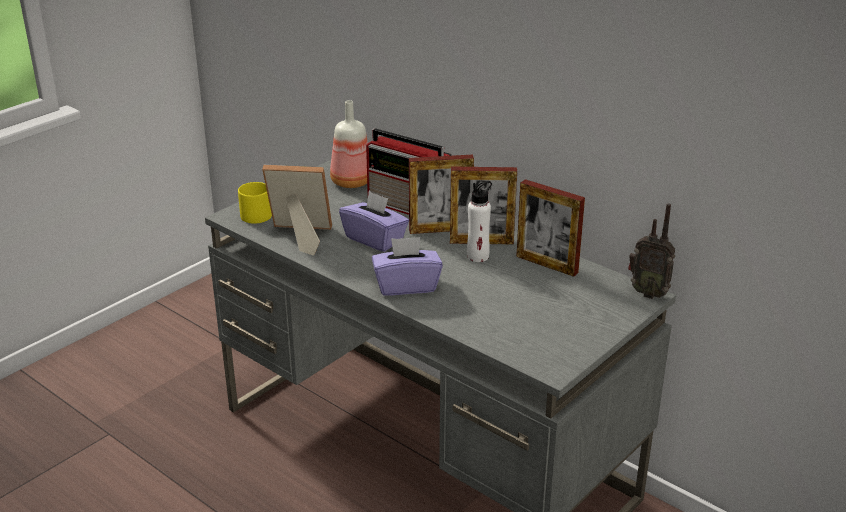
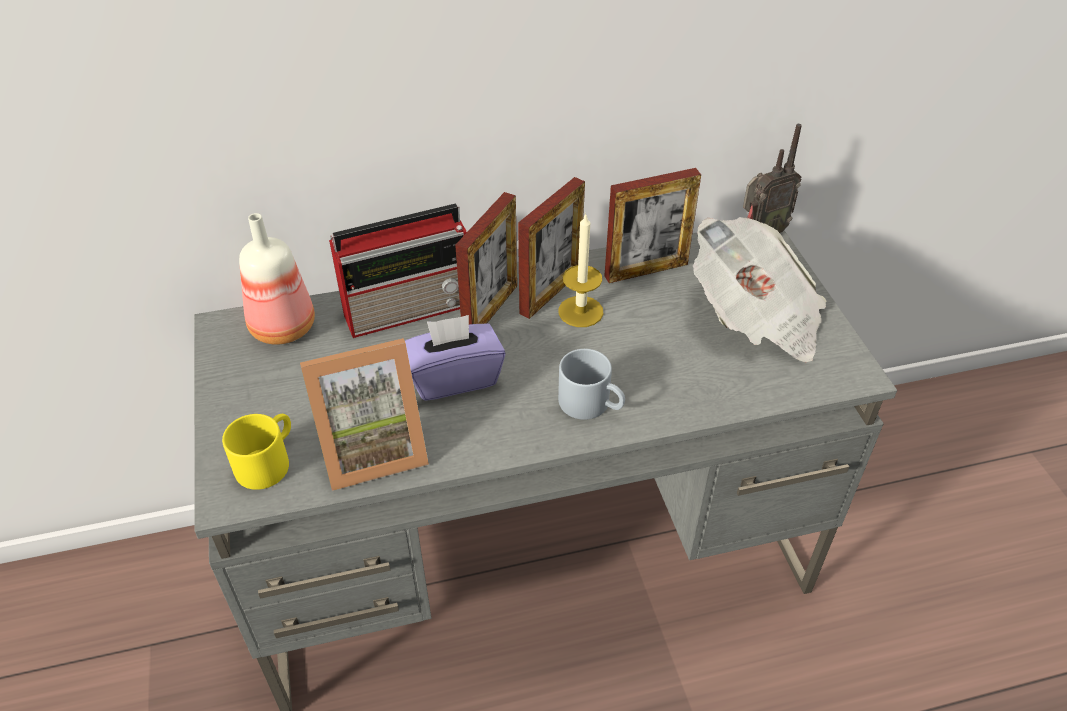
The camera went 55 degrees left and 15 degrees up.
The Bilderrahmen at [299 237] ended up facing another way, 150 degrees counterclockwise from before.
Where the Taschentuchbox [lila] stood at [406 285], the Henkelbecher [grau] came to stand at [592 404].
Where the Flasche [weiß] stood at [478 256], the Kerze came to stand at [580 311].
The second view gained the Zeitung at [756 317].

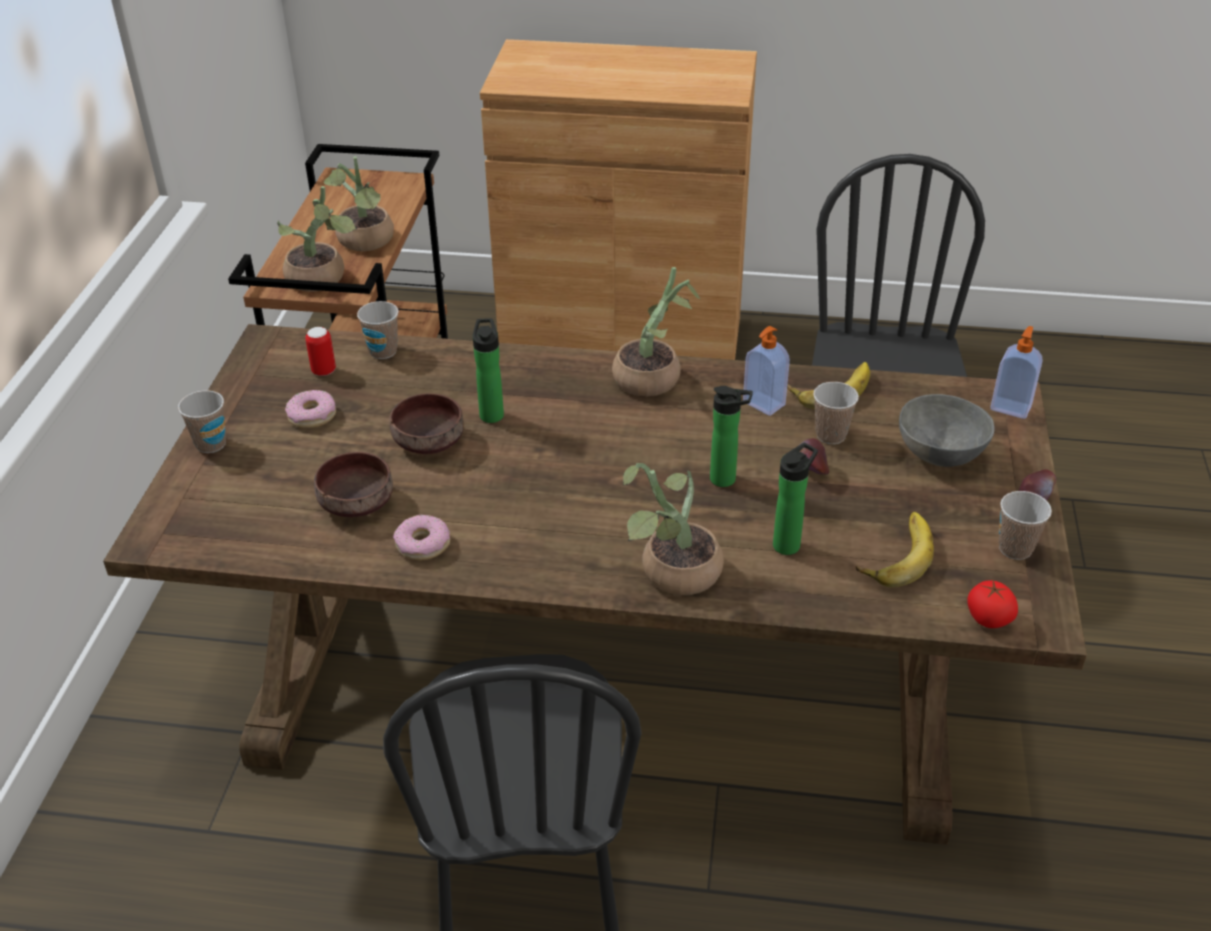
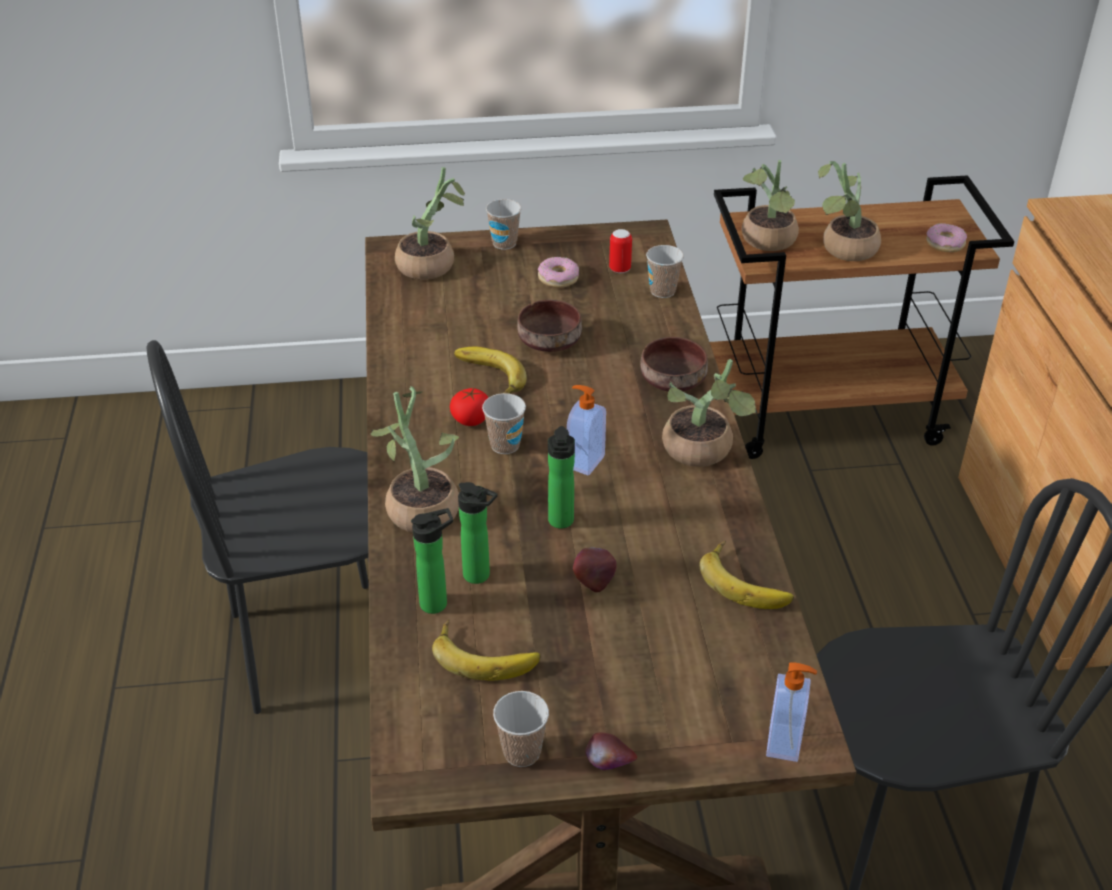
The camera went 75 degrees right and 0 degrees up.
The second view gained the Topfpflanze at [433 265].
The Flasche ended up elsewhere, having gone from [491 413] to [438 603].
The Tomate ended up elsewhere, having gone from [988 618] to [471 419].
The second view gained the Banane at [487 377].
The Tasse ended up elsewhere, having gone from [831 435] to [505 445].
The Seifenspender ended up elsewhere, having gone from [763 404] to [584 461].
The Schüssel [braun] ended up elsewhere, having gone from [358 501] to [674 381].
The Donut ended up elsewhere, having gone from [423 544] to [945 243].
The second view lost the Schüssel [grau] at [938 453].

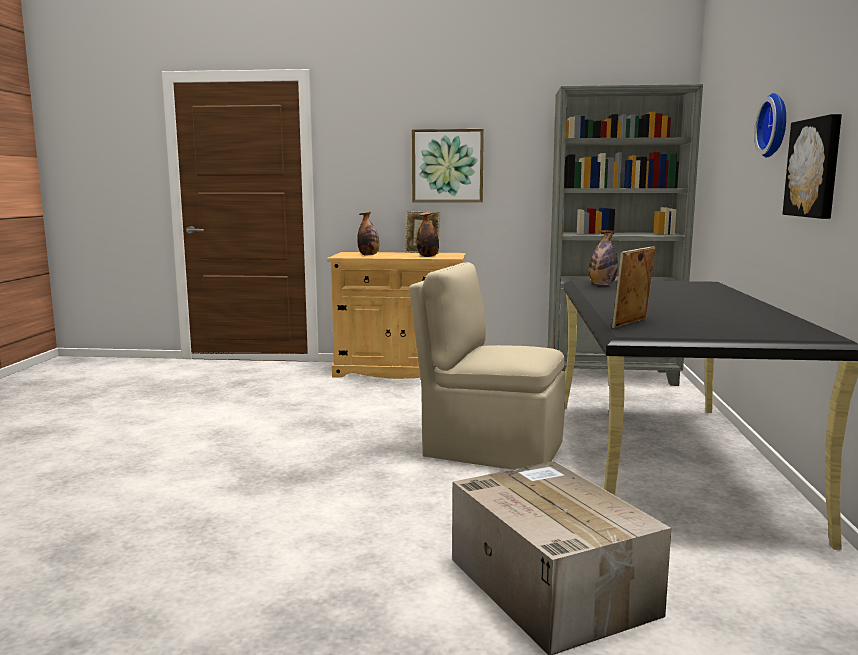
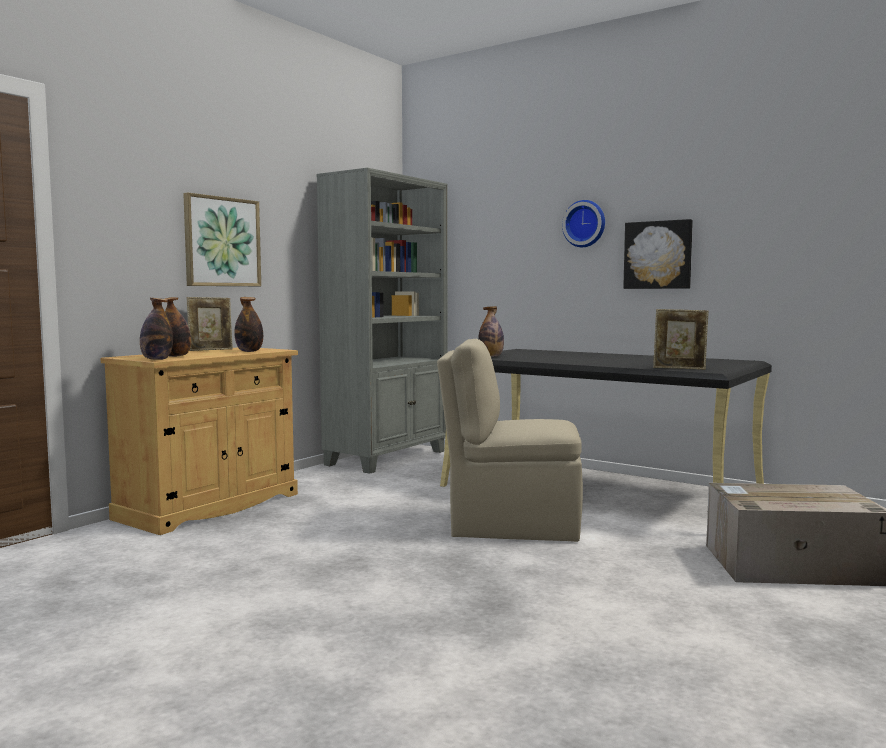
The camera went 60 degrees left and 5 degrees down.
The second view gained the Flasche at [156 359].
The Stuhl [beige] at [490 449] ended up facing another way, 45 degrees clockwise from before.
The Bilderrahmen at [631 324] ended up facing another way, 60 degrees counterclockwise from before.

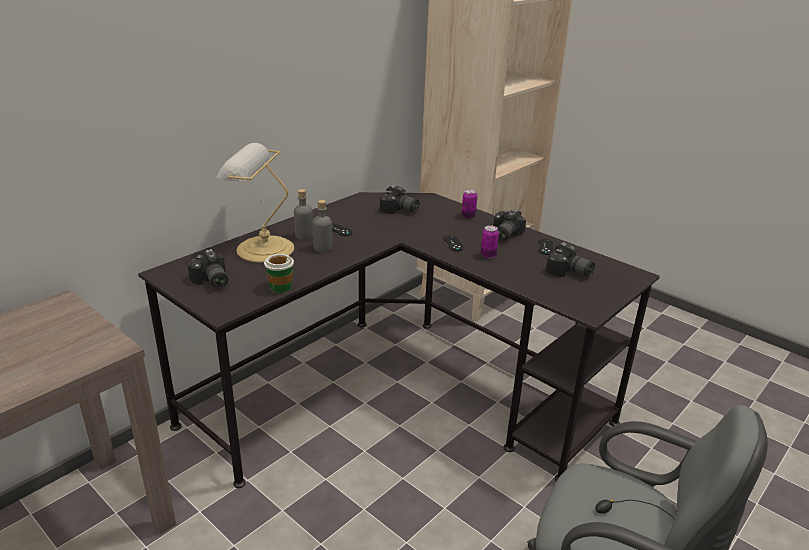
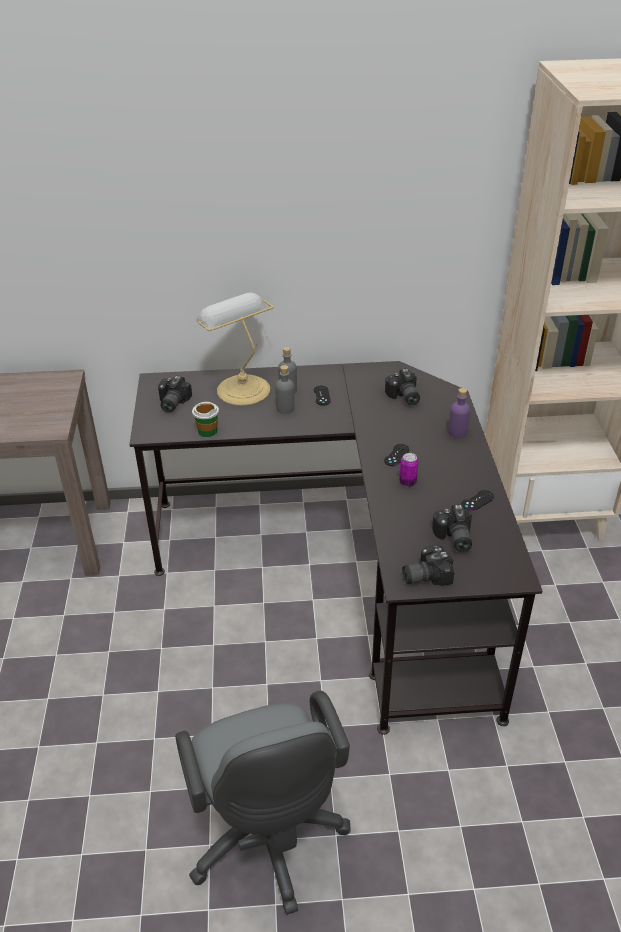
The camera went 45 degrees right and 10 degrees up.
The Kamera ended up elsewhere, having gone from [503 235] to [424 575].
Where the Dose stood at [468 216], the Flasche [lila] came to stand at [457 432].

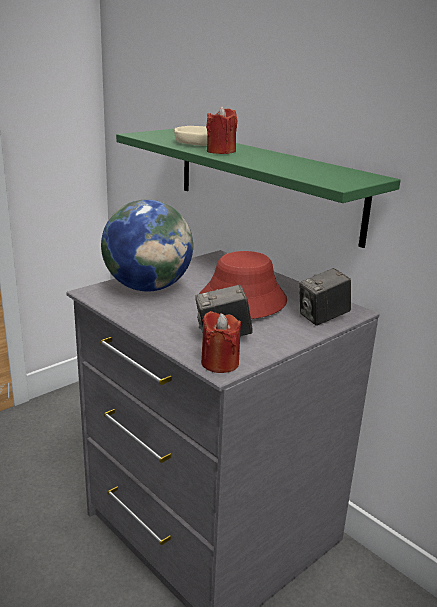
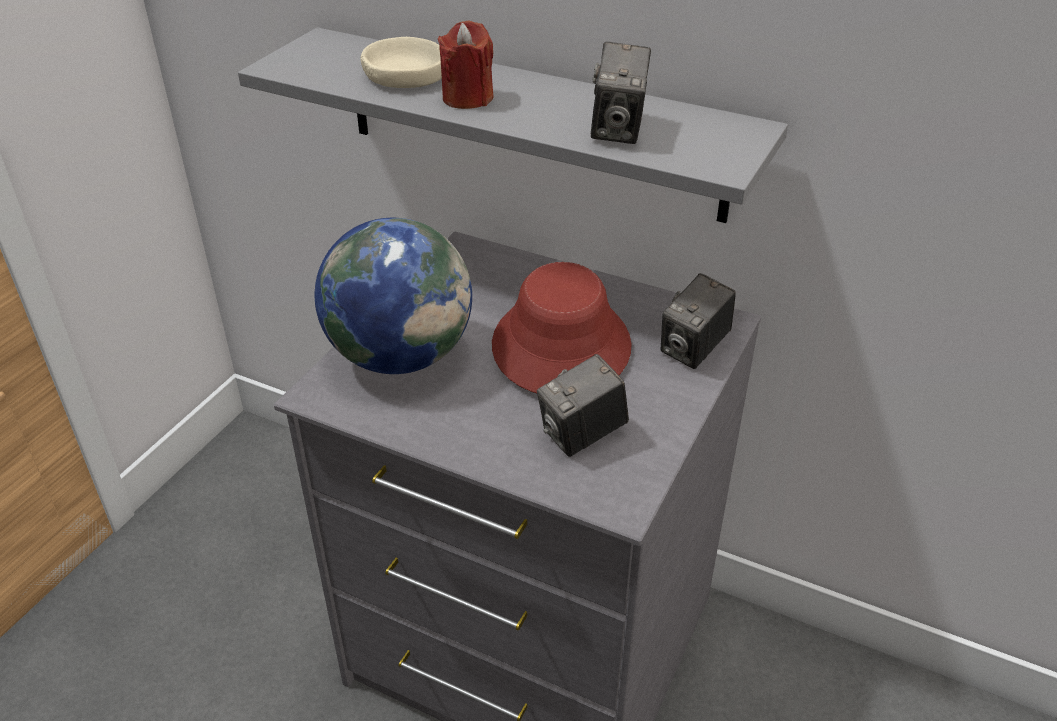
The camera went 20 degrees left and 15 degrees up.
What was the Wandregal [grün] at [265 183] turned into the Wandregal [grau] at [531 123].
The second view gained the Kamera at [618 130].
The second view lost the Kerze [rot] at [220 363].

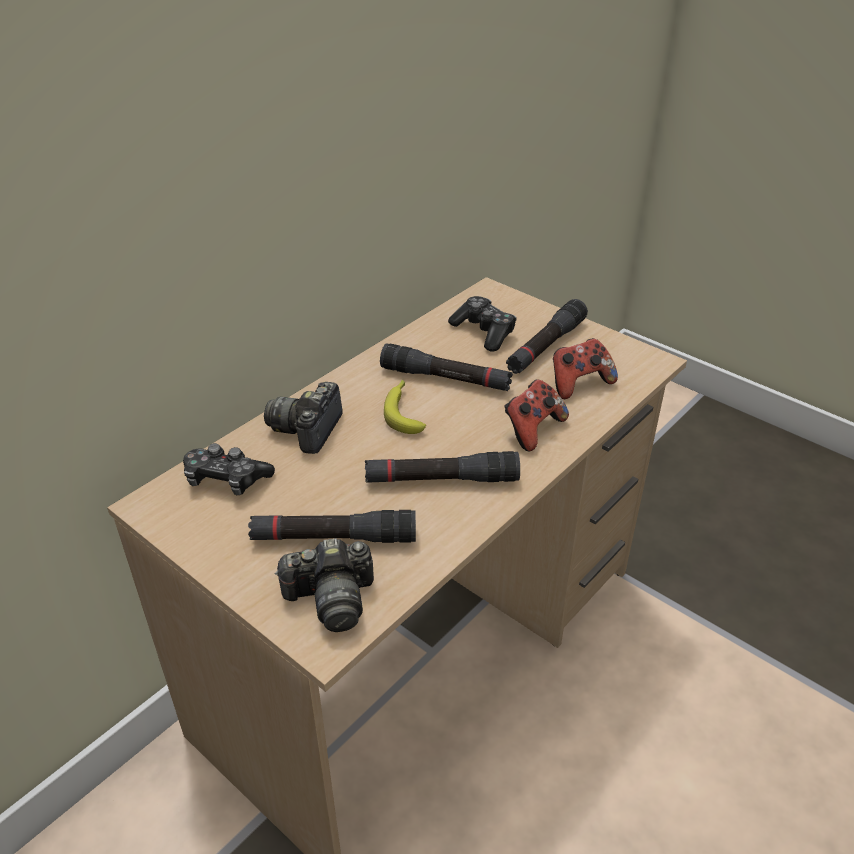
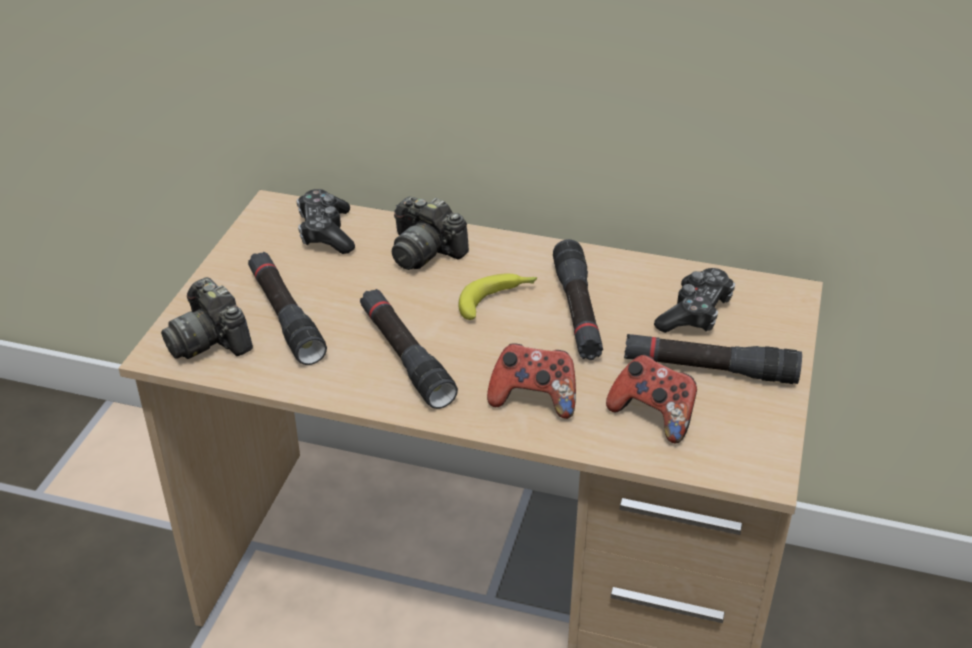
The camera went 65 degrees right and 0 degrees up.
The Kamera at [308 430] ended up facing another way, 135 degrees counterclockwise from before.

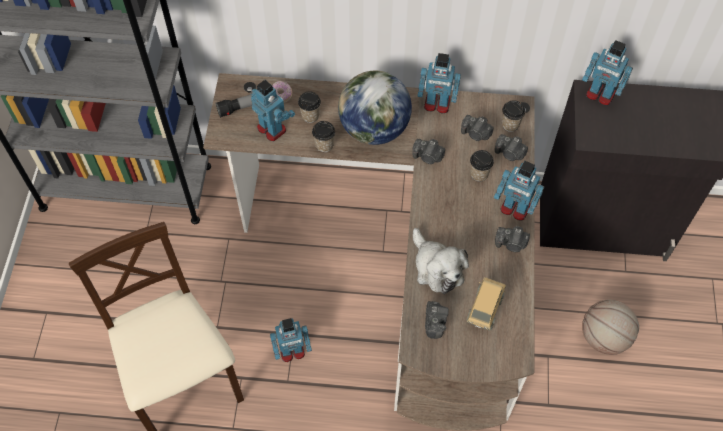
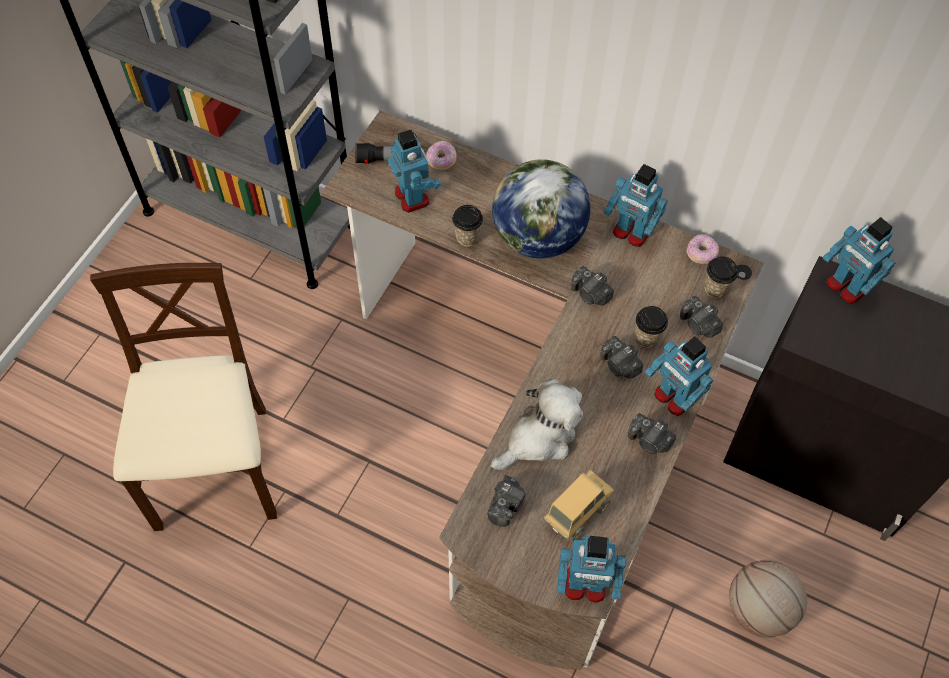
The camera went 20 degrees right and 0 degrees up.
The Plüschtier at [436 268] ended up facing another way, 120 degrees counterclockwise from before.
The Spielzeugroboter ended up elsewhere, having gone from [292 351] to [585 585].
The Kamera ended up elsewhere, having gone from [476 134] to [619 365].
The second view gained the Donut at [701 254].
The second view lost the Tasse at [310 116].

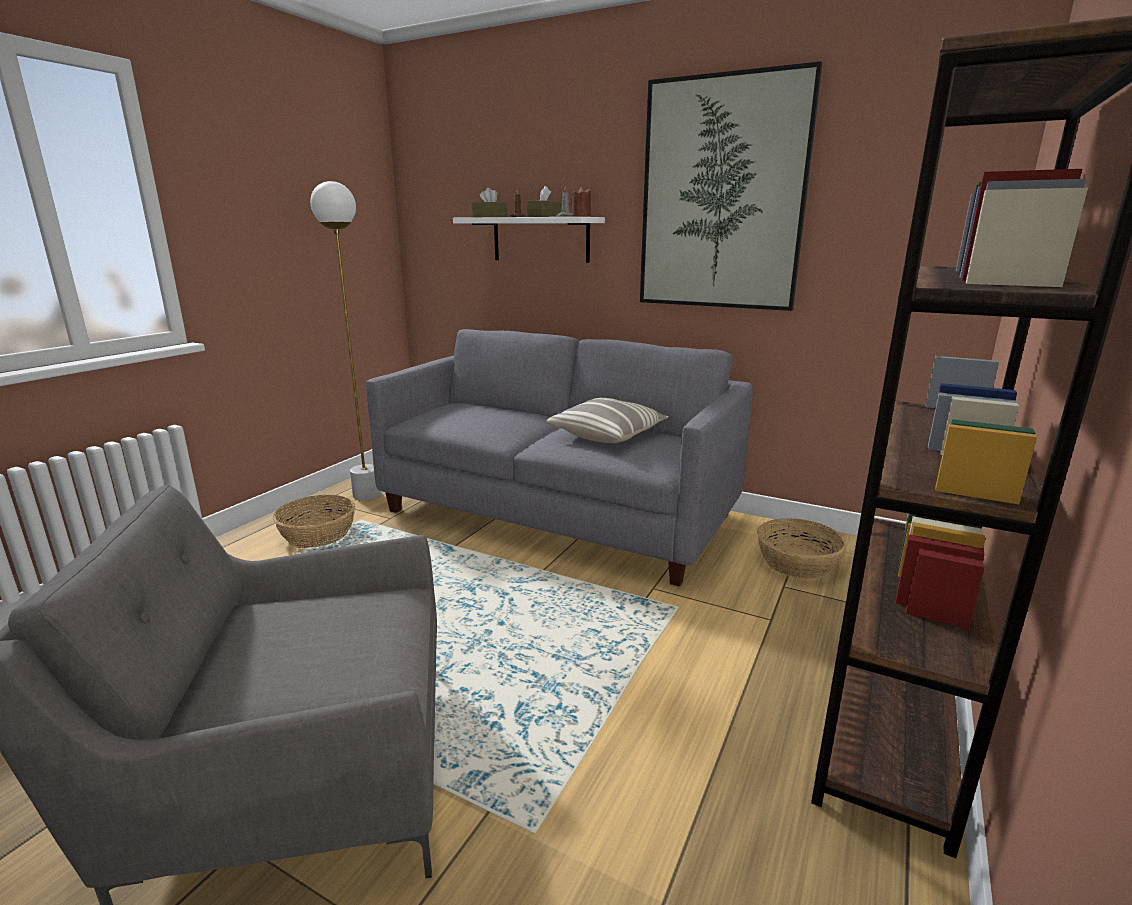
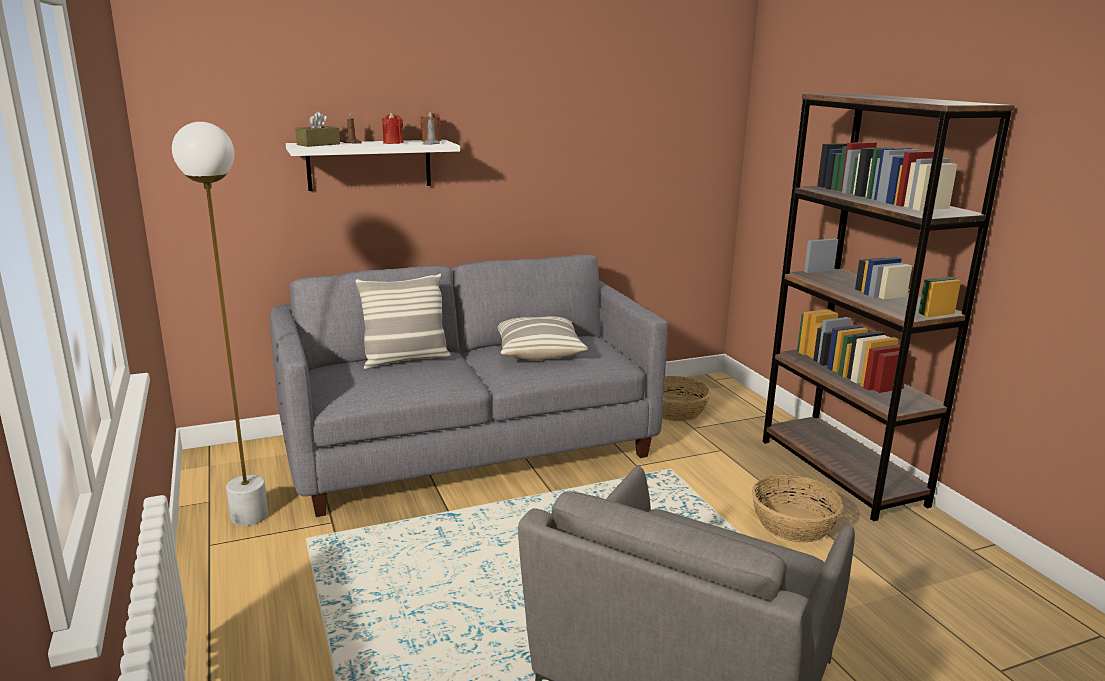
The camera went 50 degrees left and 0 degrees up.
The second view gained the Kissen at [405 360].
Where the Taschentuchbox [braun] stood at [544 216], the Kerze [rot] came to stand at [393 143].
The Korb ended up elsewhere, having gone from [318 535] to [792 524].
The second view lost the Bild at [722 195].

